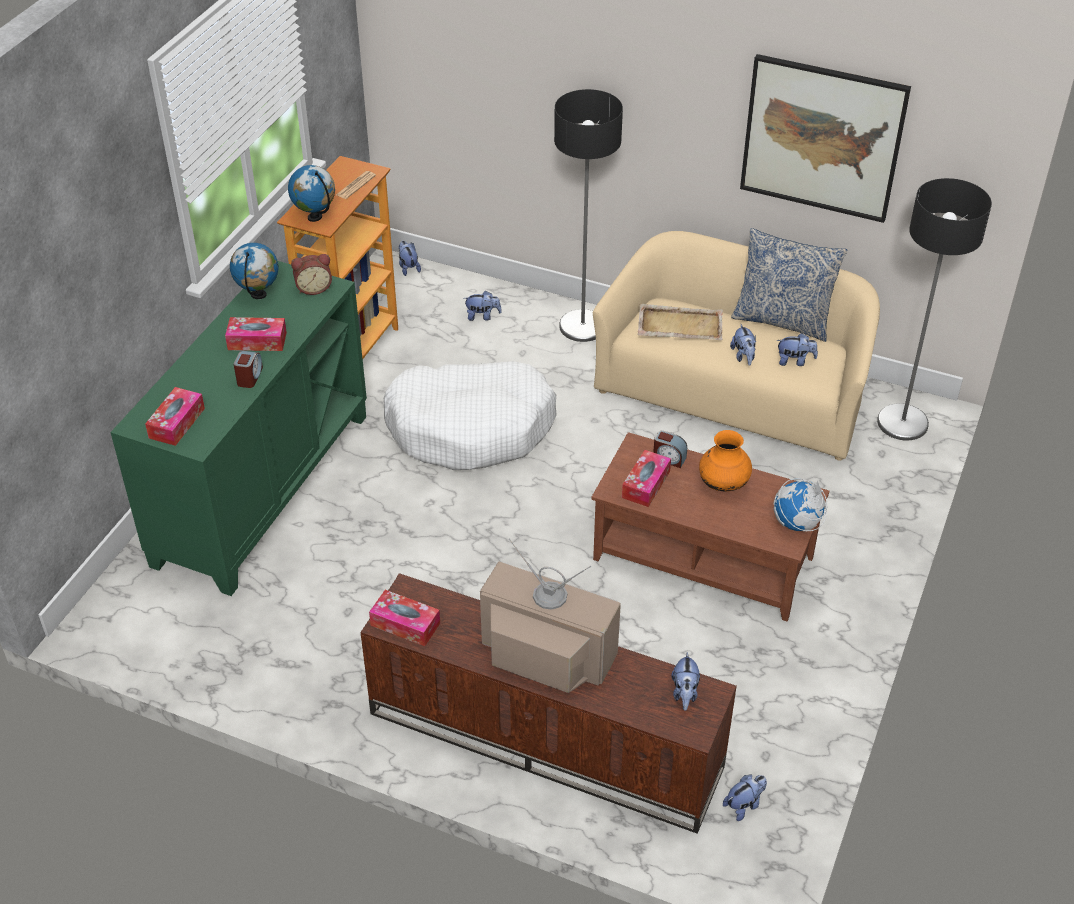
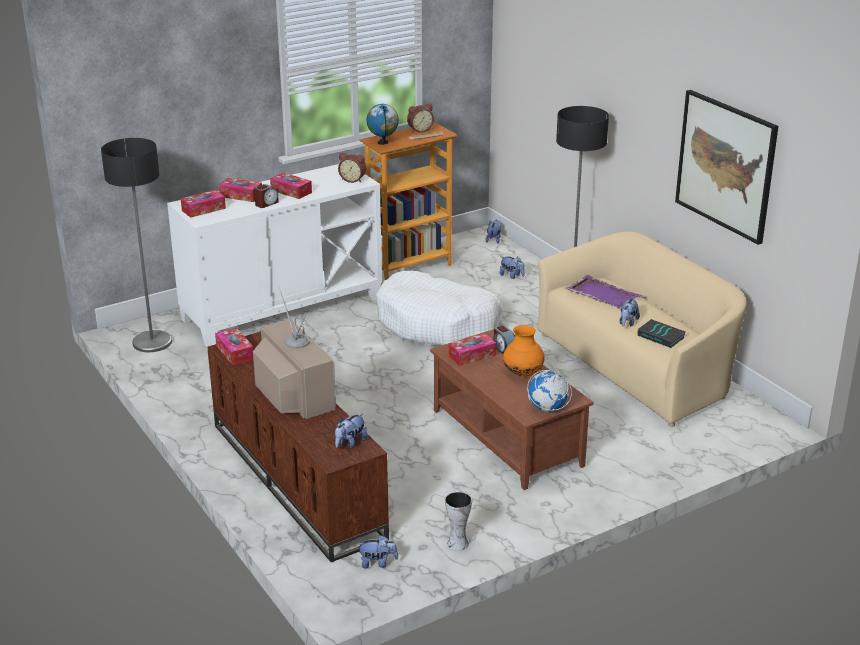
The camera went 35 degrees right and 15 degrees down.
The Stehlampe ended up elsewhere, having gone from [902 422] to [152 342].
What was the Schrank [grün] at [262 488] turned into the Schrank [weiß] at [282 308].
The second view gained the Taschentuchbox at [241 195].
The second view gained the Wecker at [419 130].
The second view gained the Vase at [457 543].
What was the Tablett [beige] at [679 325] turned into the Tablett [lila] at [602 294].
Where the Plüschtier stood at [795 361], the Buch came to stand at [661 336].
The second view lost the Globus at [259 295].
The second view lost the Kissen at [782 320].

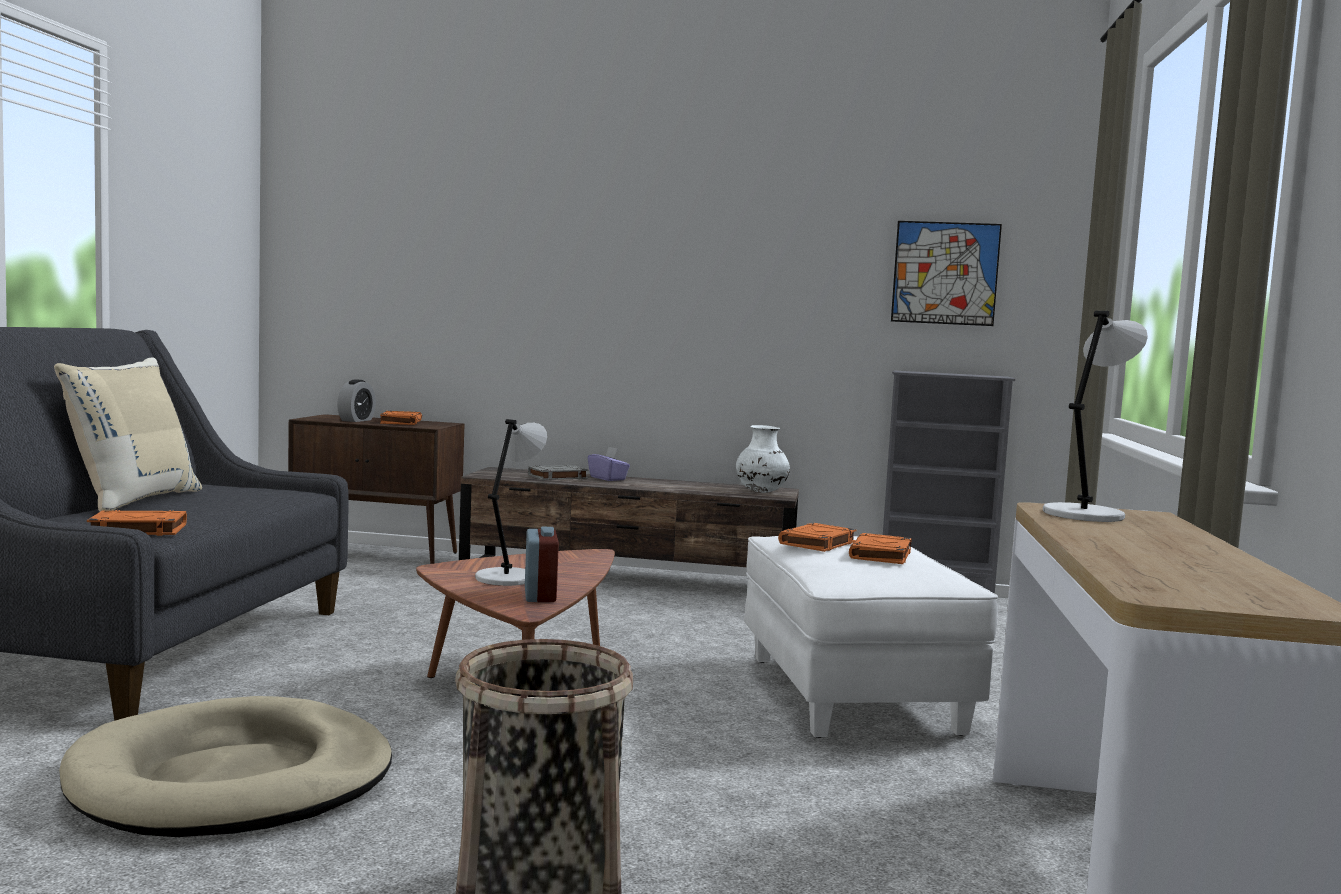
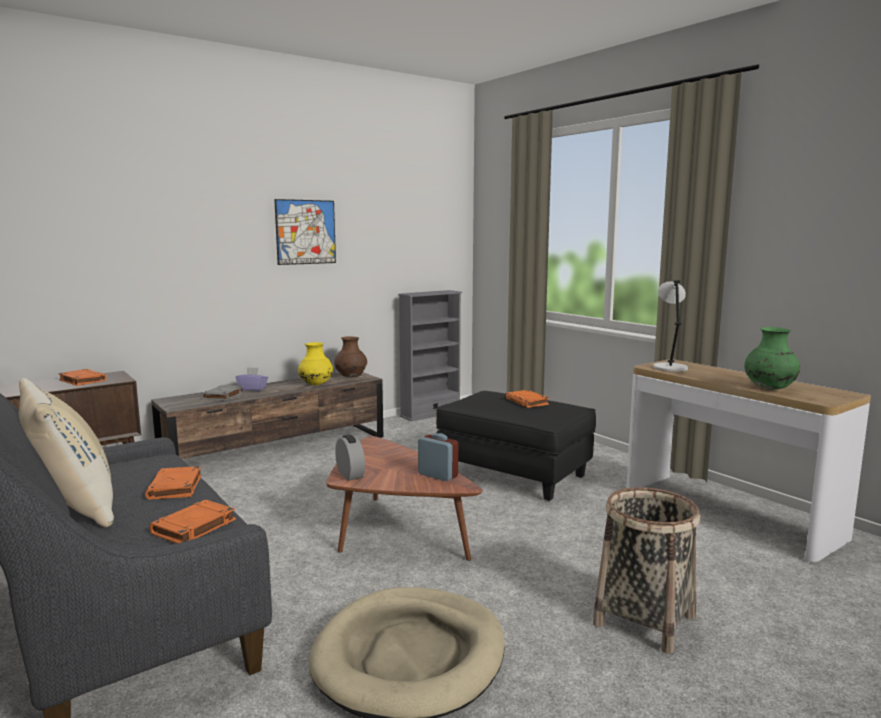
The camera went 45 degrees left and 5 degrees up.
The Buch [orange] ended up elsewhere, having gone from [817 543] to [175 487].
The Bild ended up elsewhere, having gone from [945 273] to [305 232].
The second view gained the Vase [gelb] at [316 385].
What was the Vase [weiß] at [761 492] turned into the Vase [braun] at [351 377].
The Wecker ended up elsewhere, having gone from [356 420] to [350 474].
What was the Polsterhocker [weiß] at [851 695] turned into the Polsterhocker [schwarz] at [514 475].
The second view gained the Vase [grün] at [769 388].
The second view lost the Tischlampe [grau] at [508 577].

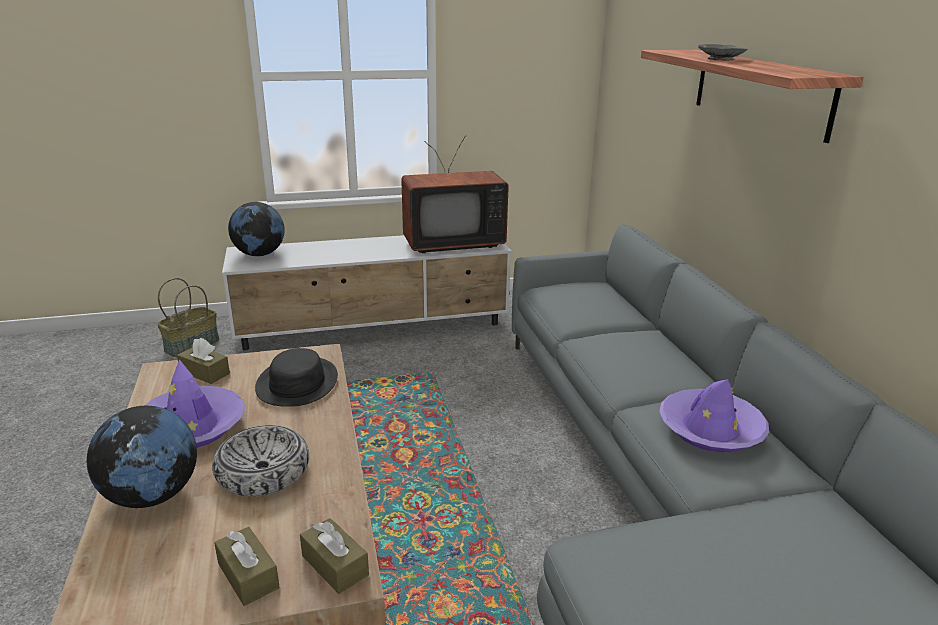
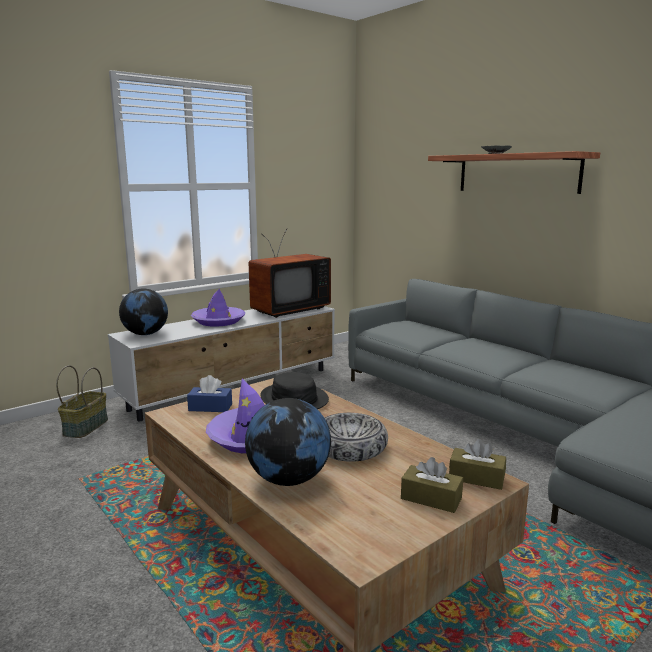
The camera went 25 degrees left and 10 degrees down.
What was the Taschentuchbox [braun] at [205 373] turned into the Taschentuchbox [blau] at [210 407].
The Hut [lila] ended up elsewhere, having gone from [710 429] to [218 321].

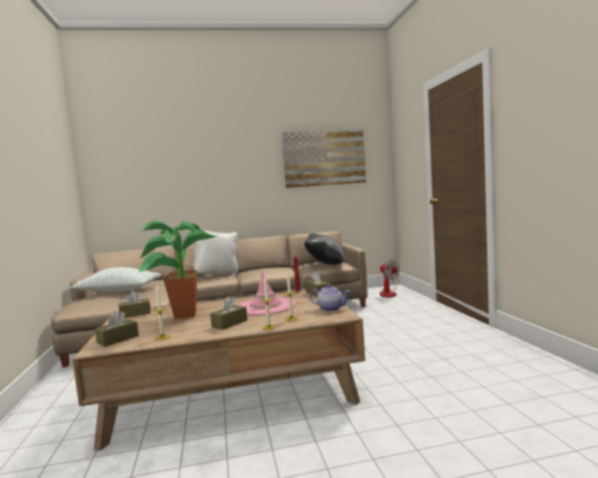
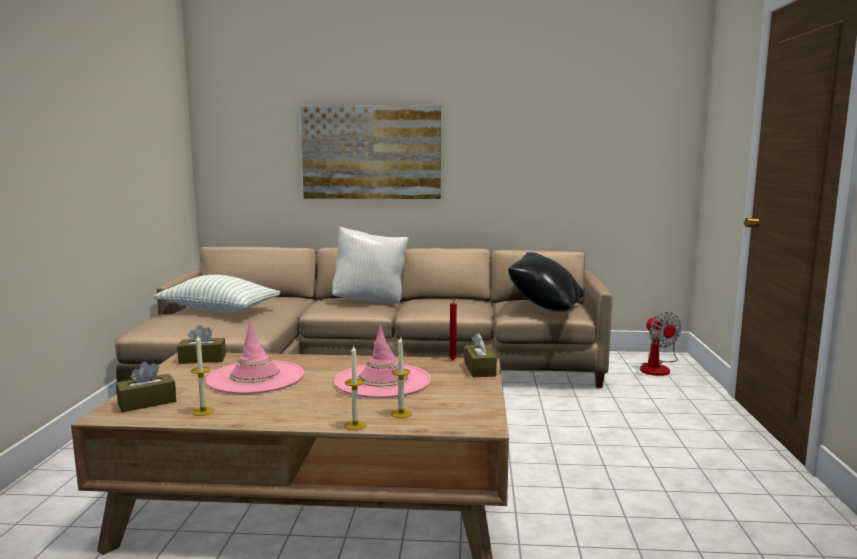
The camera went 15 degrees right and 5 degrees up.
Where the Topfpflanze stood at [182 317], the Hut [rosa] came to stand at [256 378].
The Bild ended up elsewhere, having gone from [324 157] to [371 152].
The second view lost the Taschentuchbox [braun] at [229 323].
The second view lost the Teekanne at [331 308].

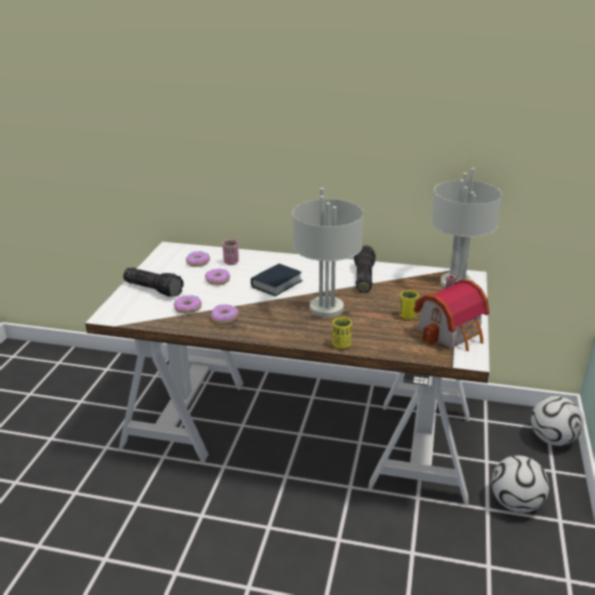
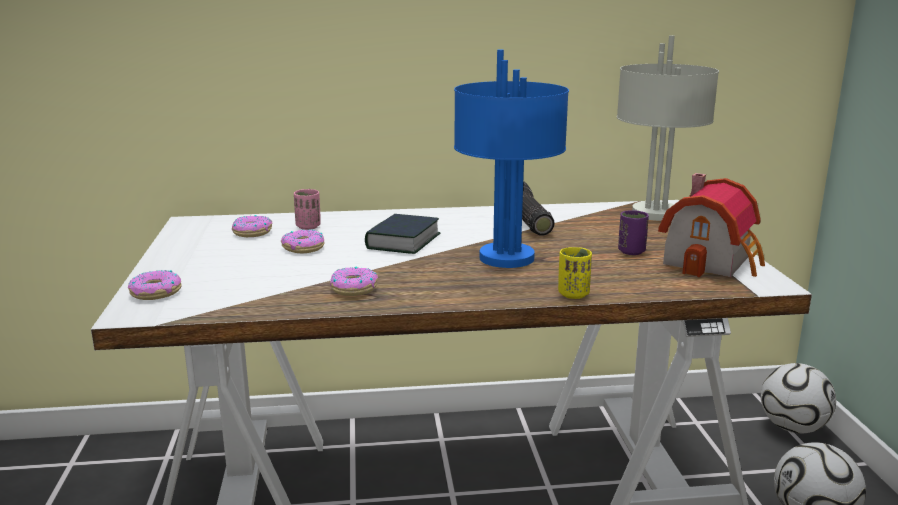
The camera went 20 degrees left and 10 degrees down.
The Donut ended up elsewhere, having gone from [188 308] to [155 293].
What was the Tischlampe [grau] at [327 308] turned into the Tischlampe [blau] at [508 257].
What was the Tasse [gelb] at [407 316] turned into the Tasse [lila] at [631 251].
The second view lost the Taschenlampe at [154 288].

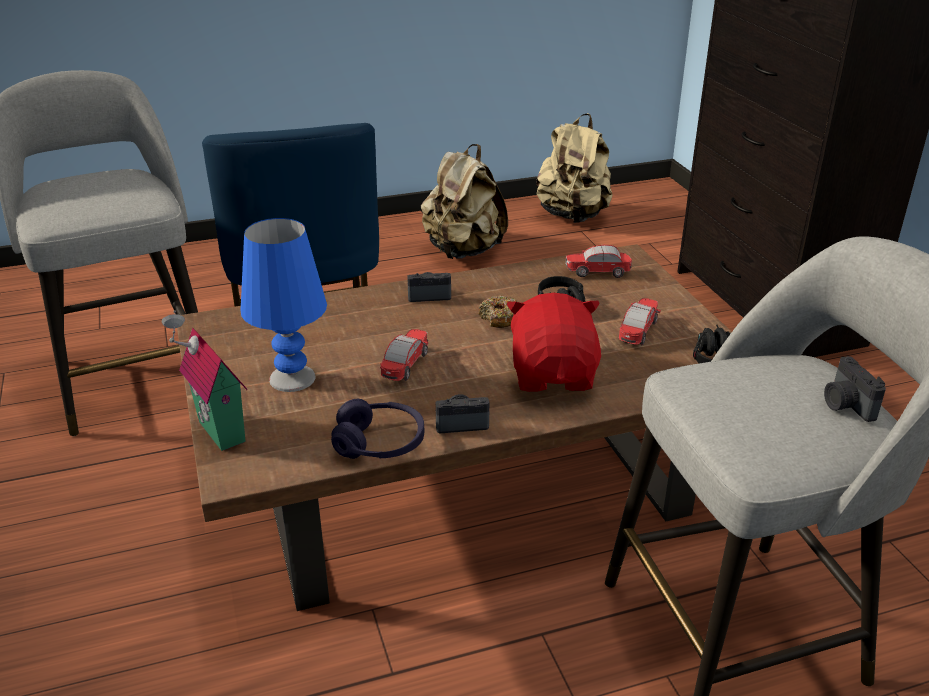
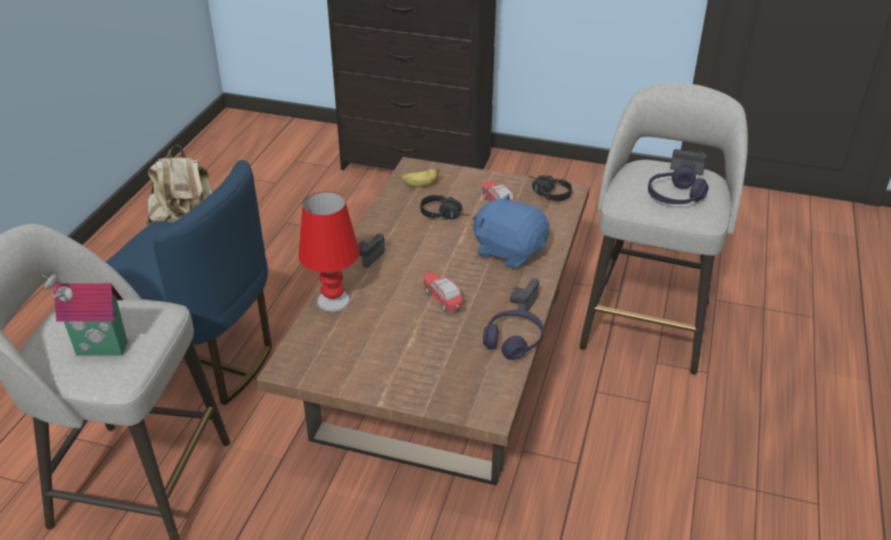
The camera went 55 degrees left and 5 degrees up.
The Spielzeughaus ended up elsewhere, having gone from [217 432] to [100 350].
The second view gained the Tischlampe [rot] at [334 300].
Where the Spielzeugauto stood at [598 273], the Banane came to stand at [420 185].
What was the Plüschtier [rot] at [554 375] turned into the Plüschtier [blau] at [509 251].
The second view gained the Kopfhörer [lila] at [674 197].
The second view lost the Tischlampe [blau] at [292 379].
The second view lost the Donut at [500 318].
The second view lost the Rucksack [beige] at [573 216].

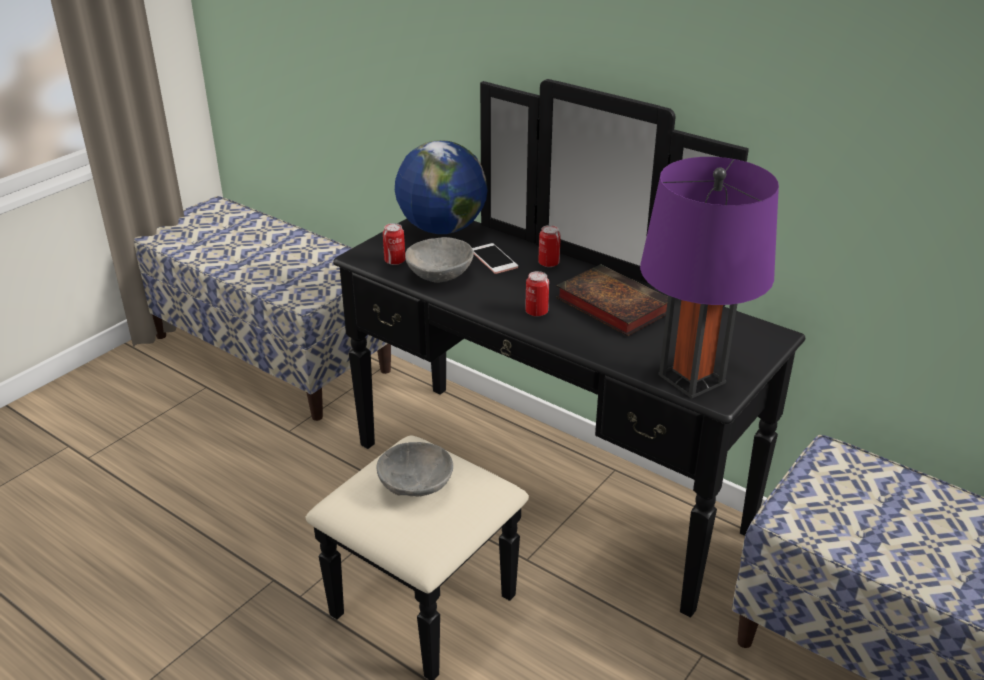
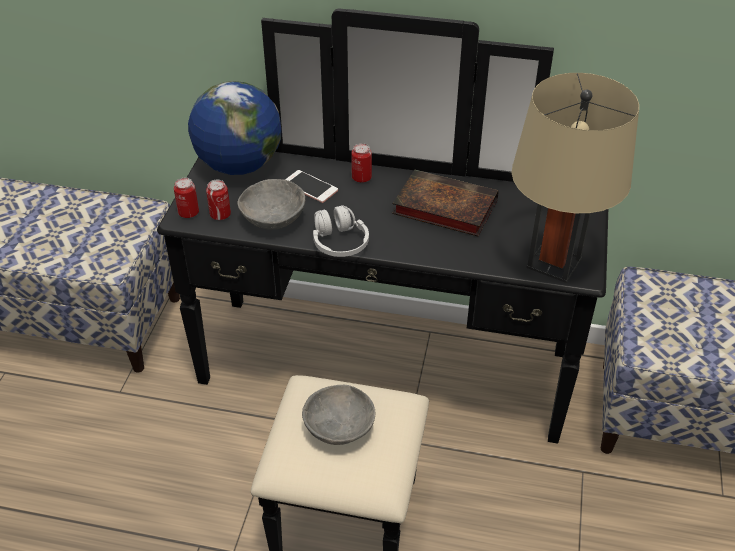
The camera went 25 degrees left and 10 degrees up.
The Dose ended up elsewhere, having gone from [536 312] to [188 213].
The second view gained the Kopfhörer [weiß] at [339 242].
What was the Tischlampe [lila] at [691 378] turned into the Tischlampe [beige] at [553 263].

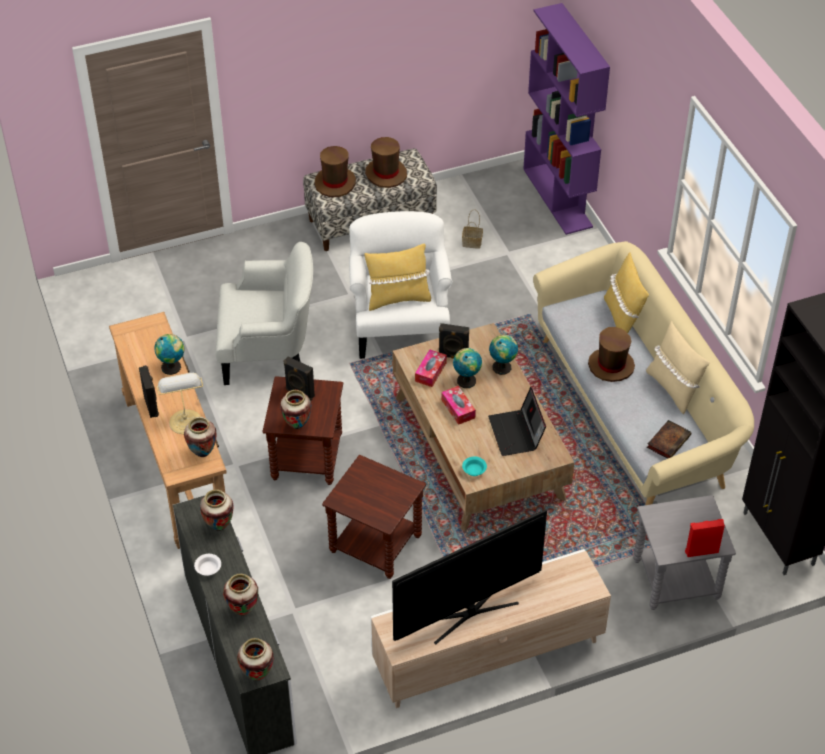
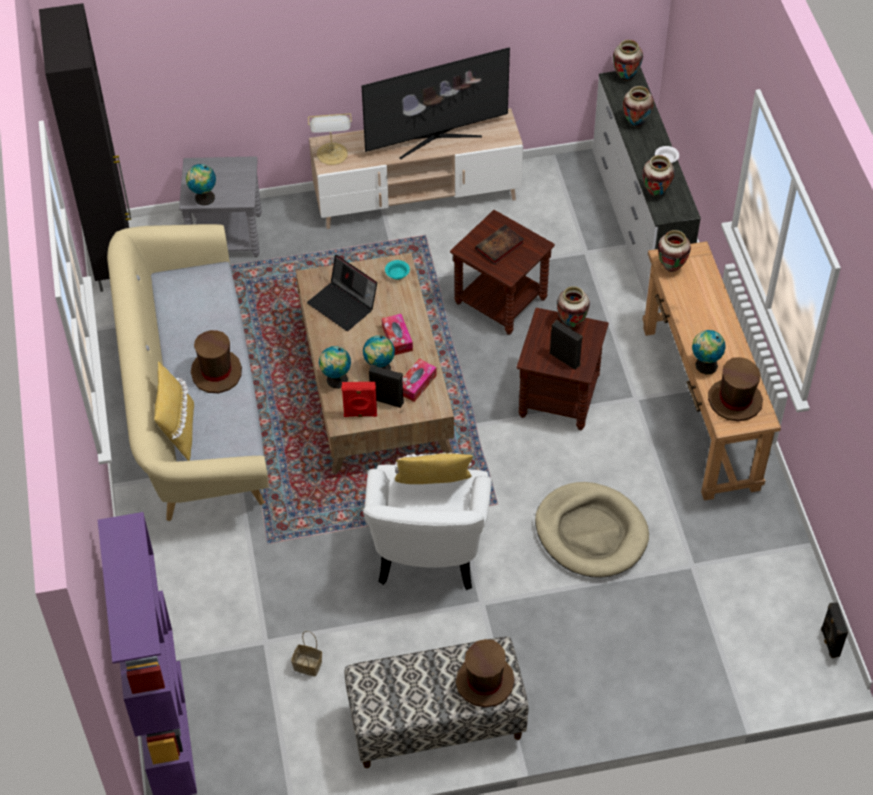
The camera went 170 degrees left and 5 degrees up.
The second view gained the Globus at [203 198].
The Laptop at [516 433] ended up facing another way, 135 degrees clockwise from before.
The Tischlampe ended up elsewhere, having gone from [184 420] to [332 155].
The Lautsprecher [rot] ended up elsewhere, having gone from [701 551] to [360 414].
The Buch ended up elsewhere, having gone from [669 441] to [499 247].
Where the Sessel [weiß] stood at [269 351], the Hundebett [beige] came to stand at [591 533].
The Hut [braun] ended up elsewhere, having gone from [386 174] to [734 401].
The Lautsprecher [schwarz] ended up elsewhere, having gone from [152 406] to [829 642].
The second view lost the Kissen [beige] at [673 388].

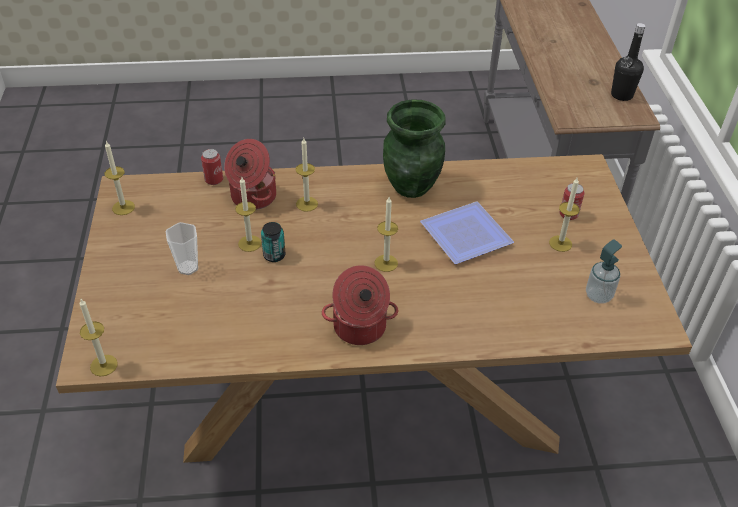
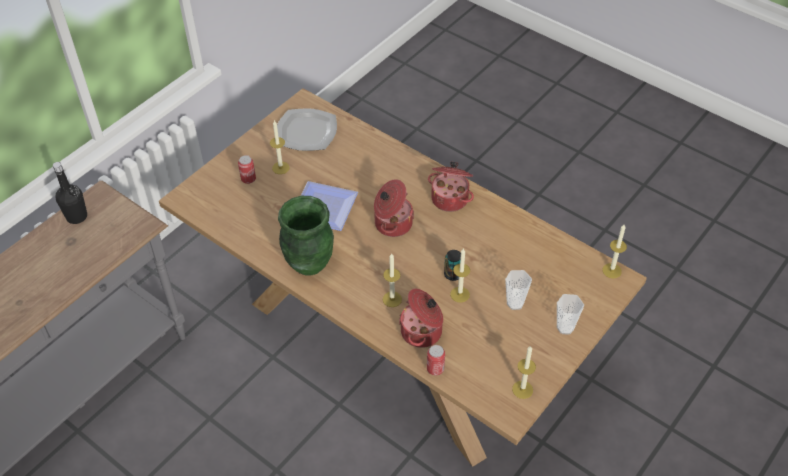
The camera went 135 degrees left and 5 degrees up.
Where the Seifenspender stood at [598 295], the Teller came to stand at [307 132].
Where the Kerze stood at [386 263], the Kochtopf came to stand at [392 223].
The second view gained the Tasse at [565 327].

